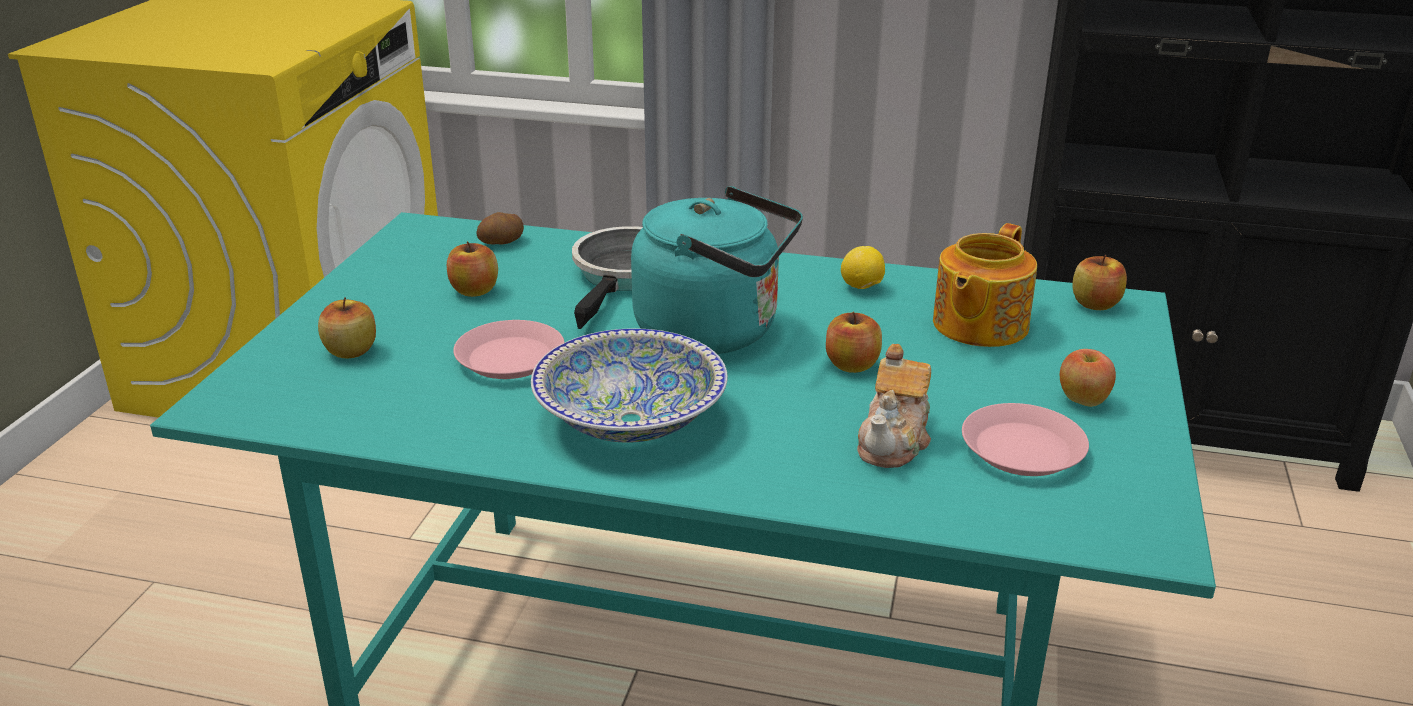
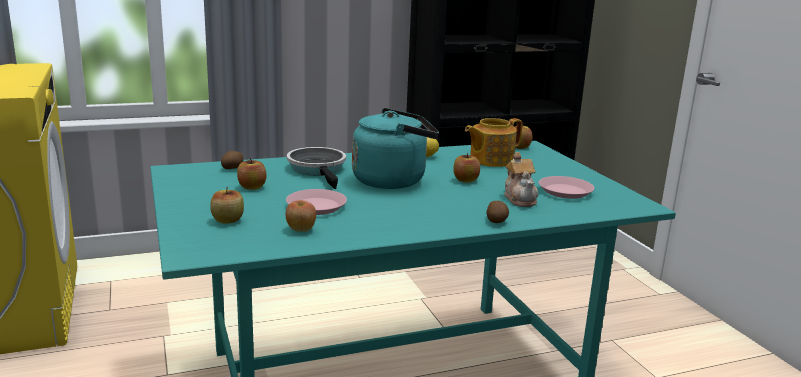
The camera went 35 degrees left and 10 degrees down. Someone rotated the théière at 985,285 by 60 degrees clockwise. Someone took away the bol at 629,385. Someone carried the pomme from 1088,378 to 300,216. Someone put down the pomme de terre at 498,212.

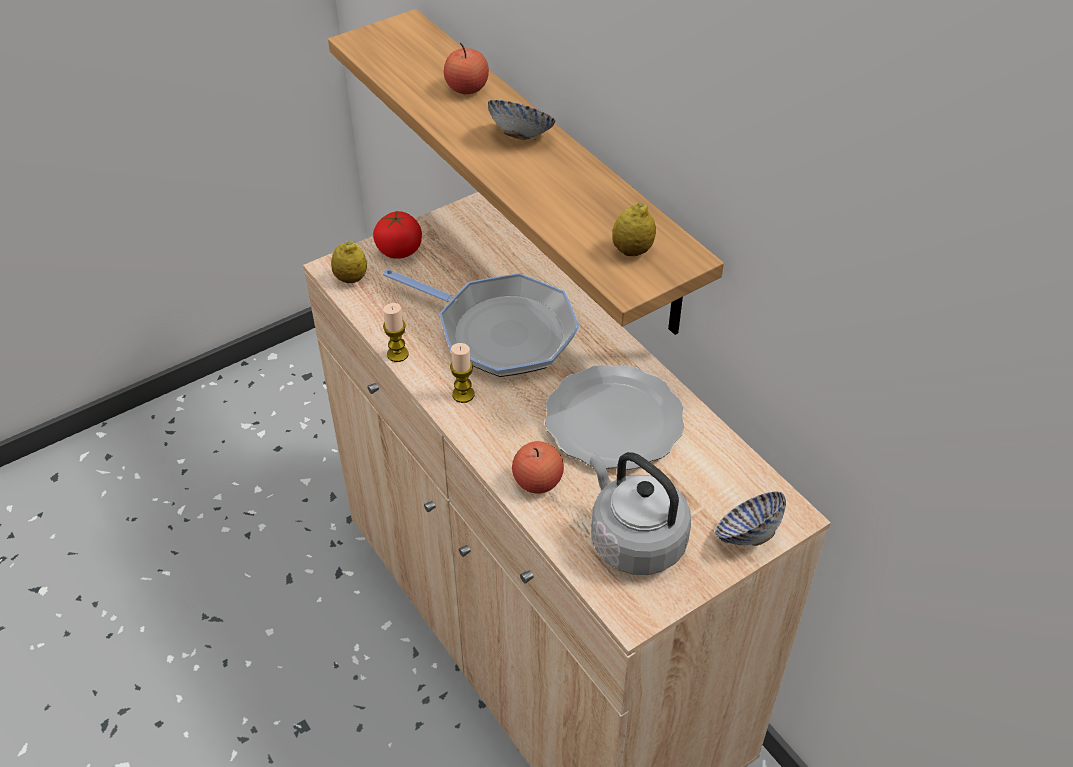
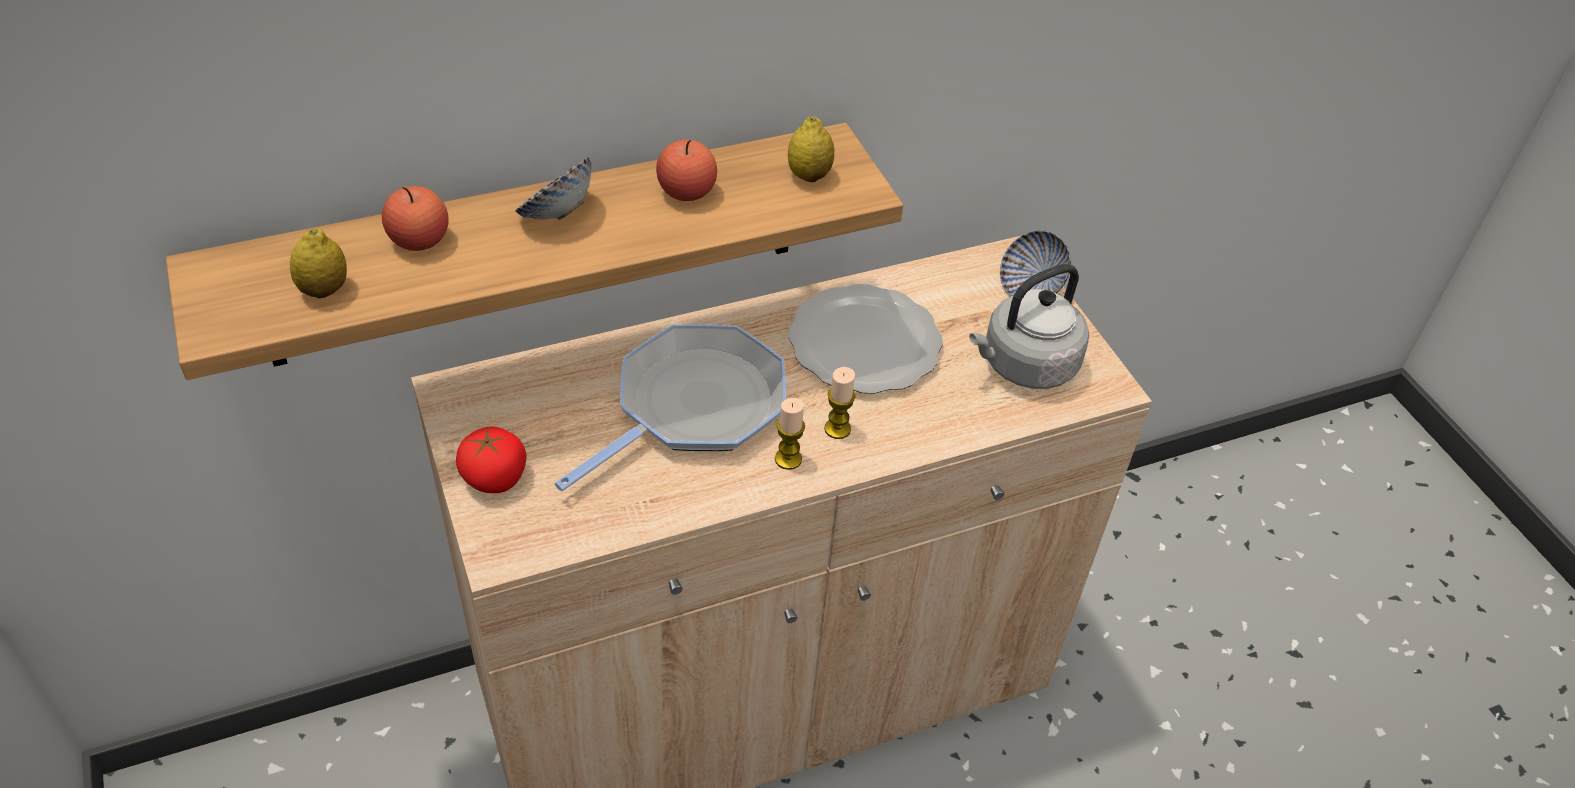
The camera went 80 degrees left and 0 degrees up. Someone carried the citron from 349,262 to 318,263. Someone carried the bougie from 396,332 to 839,403. Someone carried the pomme from 538,467 to 686,170.

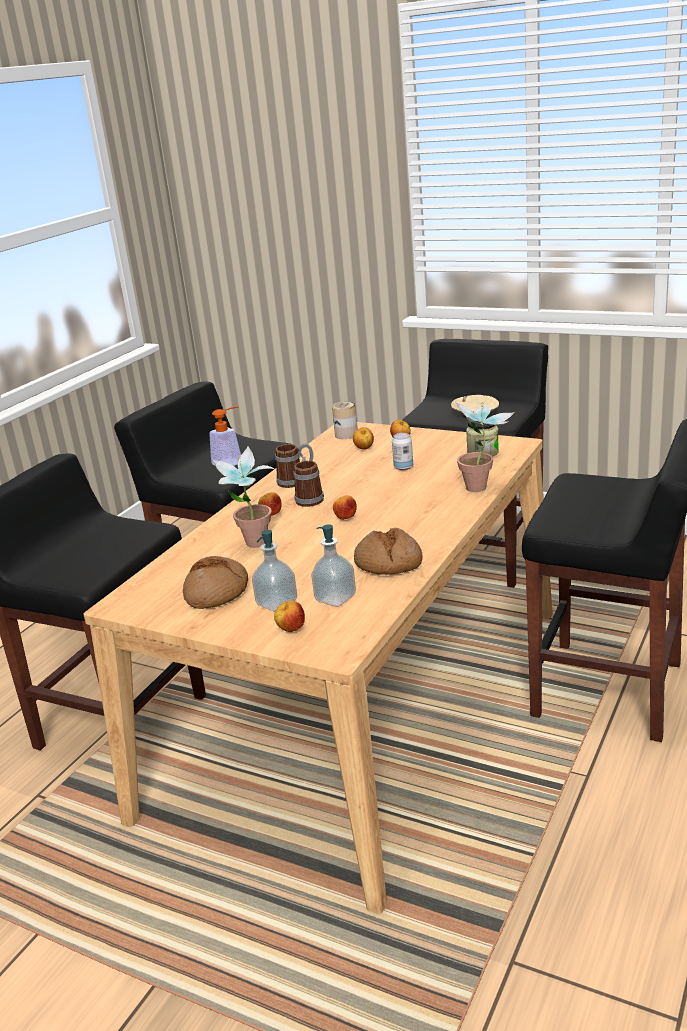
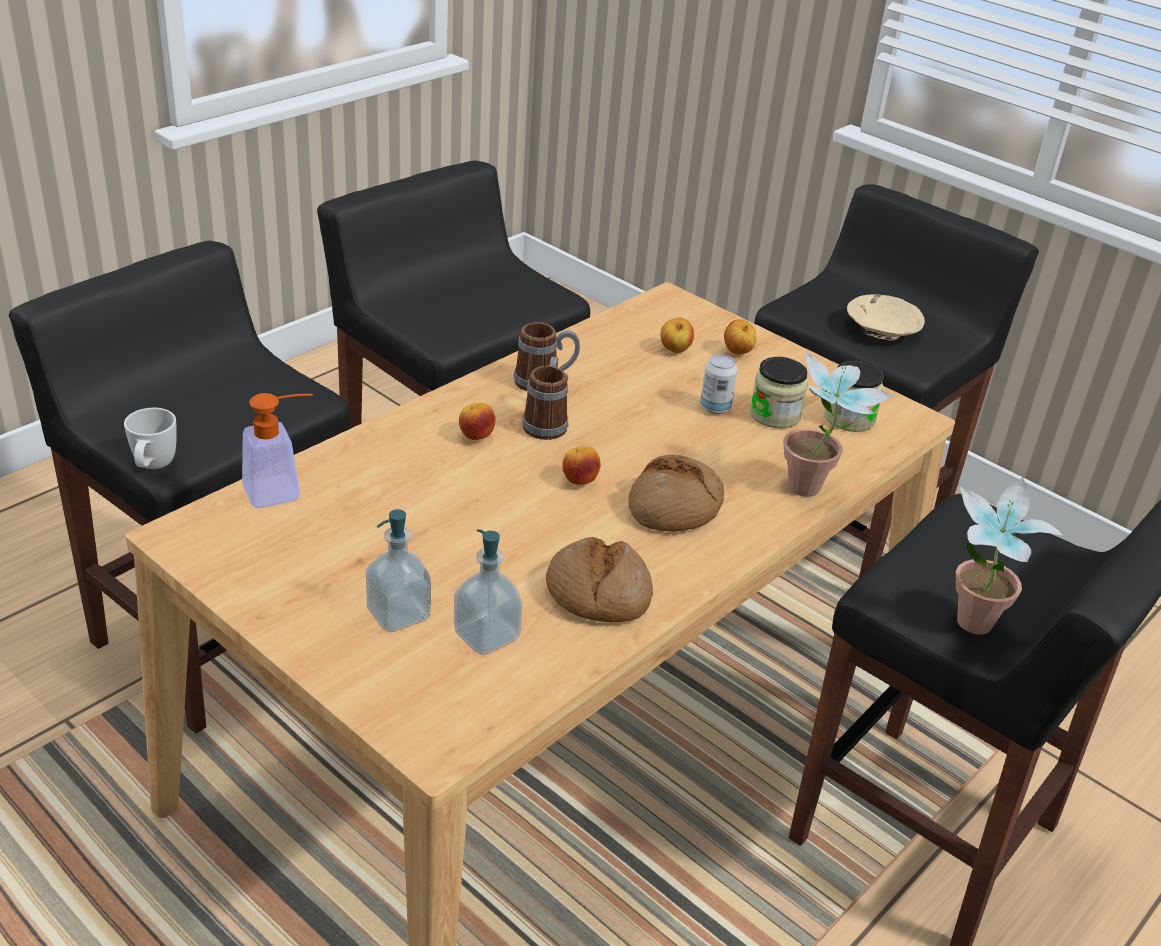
The camera went 10 degrees right and 10 degrees up. Someone took away the boîte métallique at 345,420. Someone carried the distributeur de savon from 225,436 to 277,450. Someone carried the plante en pot from 243,497 to 1009,555. Someone carried the pain from 215,582 to 676,493. Someone took away the pomme at 289,616. Someone put down the bocal at 779,392. Someone put down the mug [blanc] at 150,438.

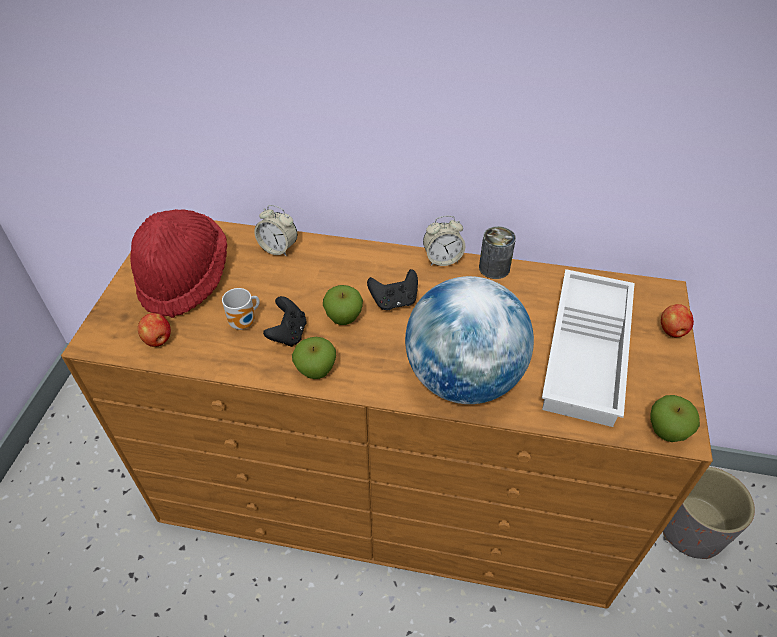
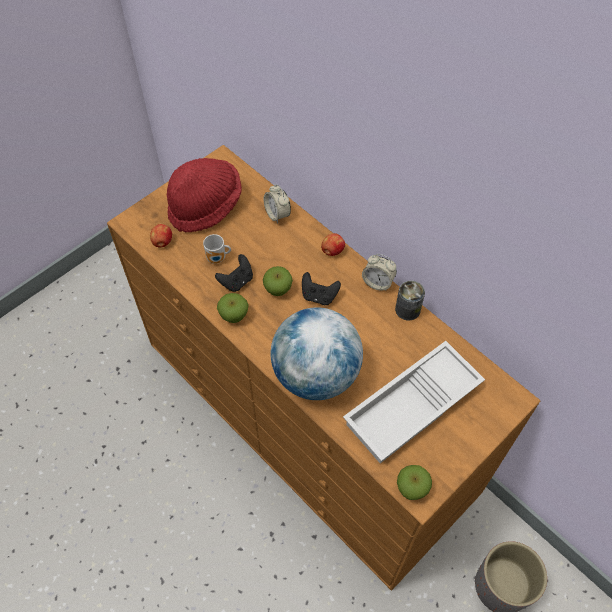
The camera went 35 degrees right and 10 degrees up. Someone carried the pomme from 677,320 to 333,244.

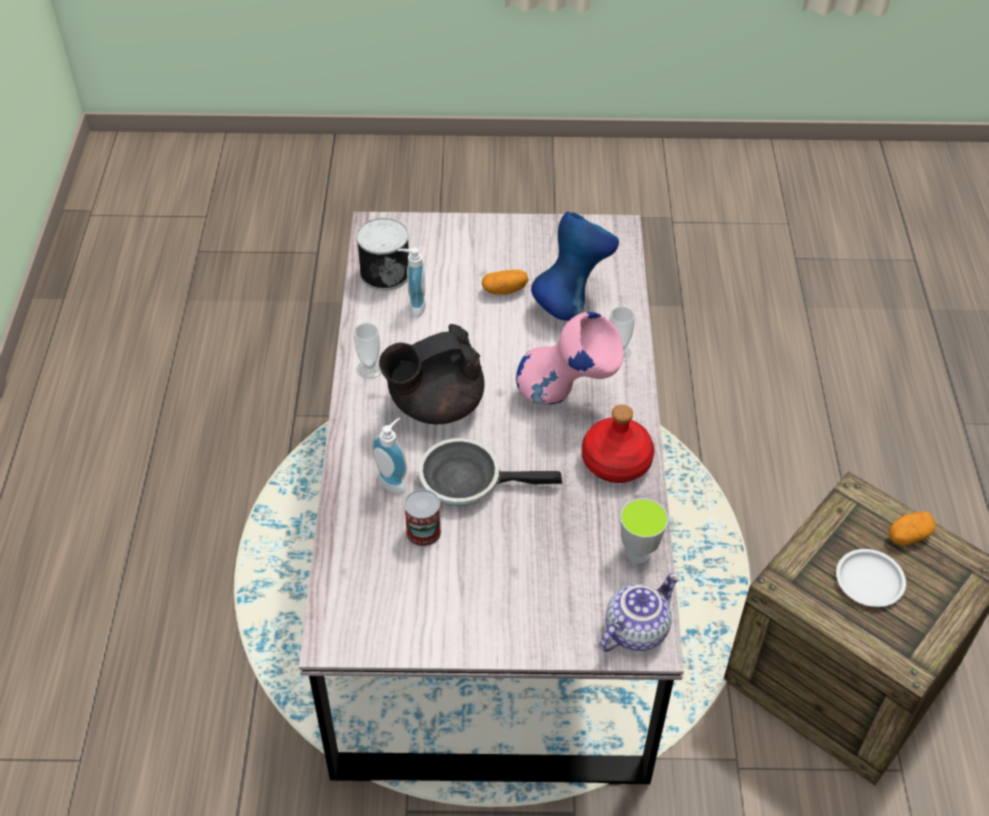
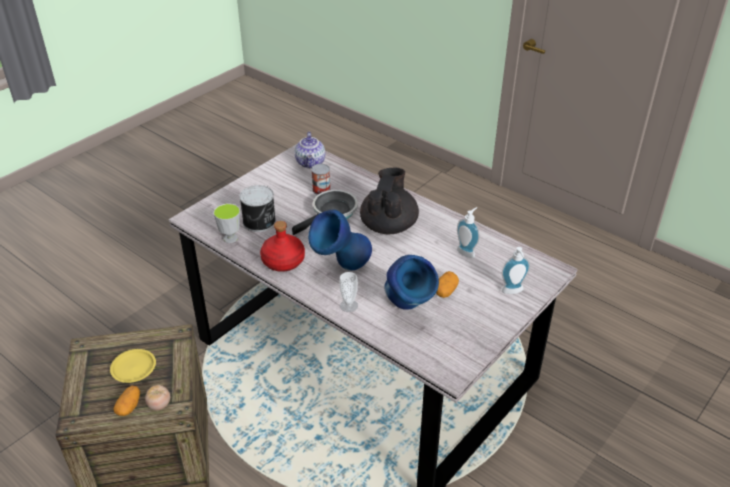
The camera went 130 degrees right and 10 degrees down. Someone carried the boîte métallique from 382,254 to 257,208. Someone repainted the vase [rose] at 570,358, which became the vase [bleu] at 340,240. Someone took away the tasse at 368,351. Someone carried the distributeur de savon from 389,456 to 516,270. Someone repainted the assiette [blanc] at 871,578, which became the assiette [jaune] at 133,366. Someone carried the théière from 639,612 to 310,150. Someone put down the tomate at 157,397.

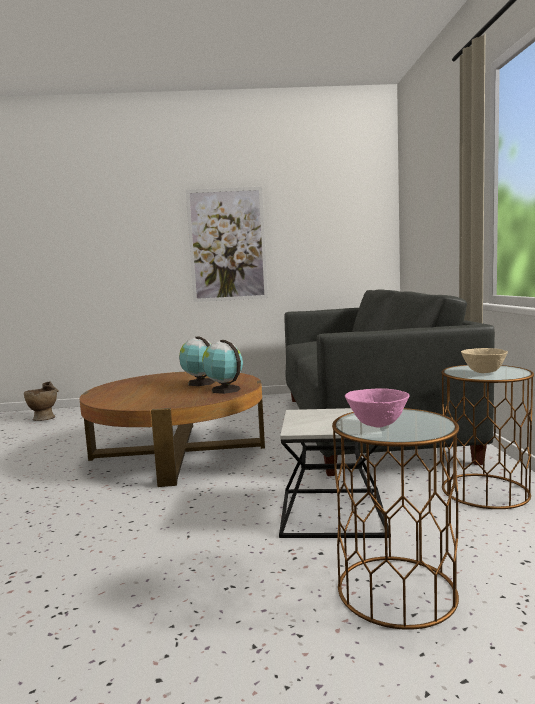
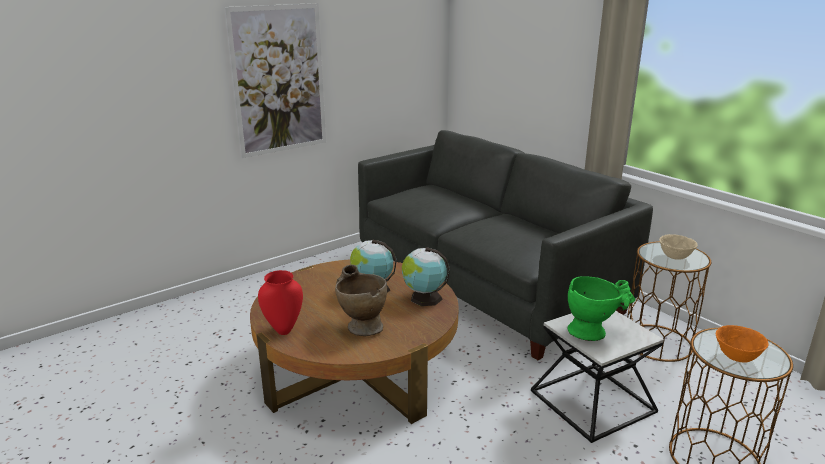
The camera went 35 degrees left and 15 degrees up. Someone carried the vase [beige] from 41,401 to 361,300. Someone repainted the bol [rose] at 377,407, which became the bol [orange] at 742,344. Someone put down the vase [rouge] at 280,302. Someone put down the vase [vert] at 601,308.

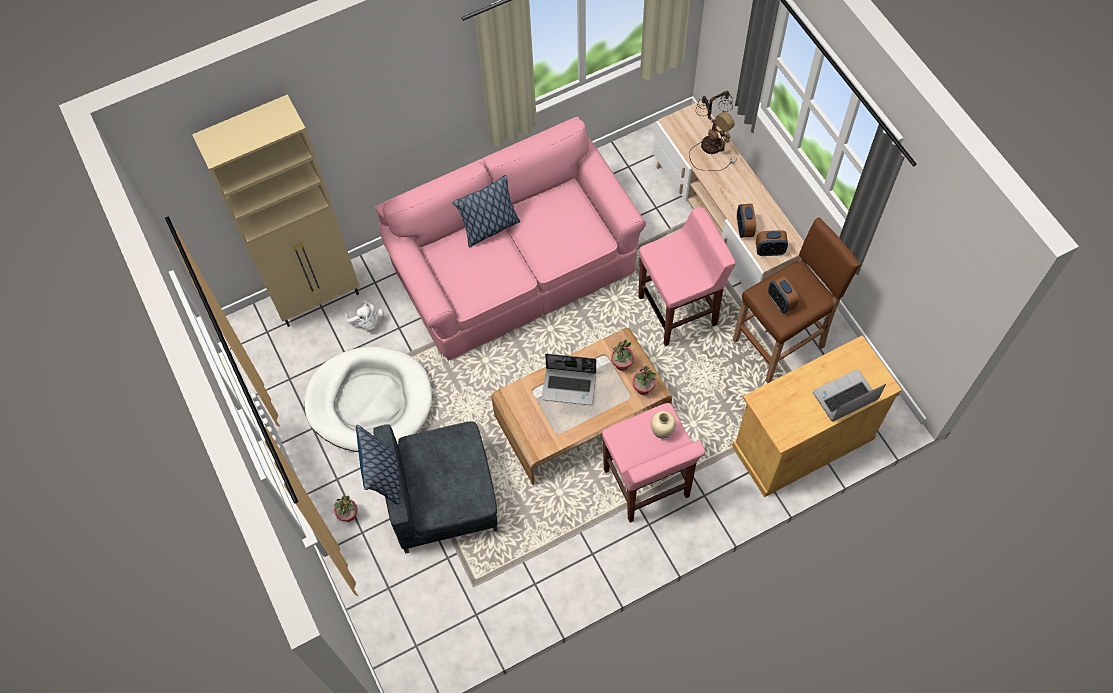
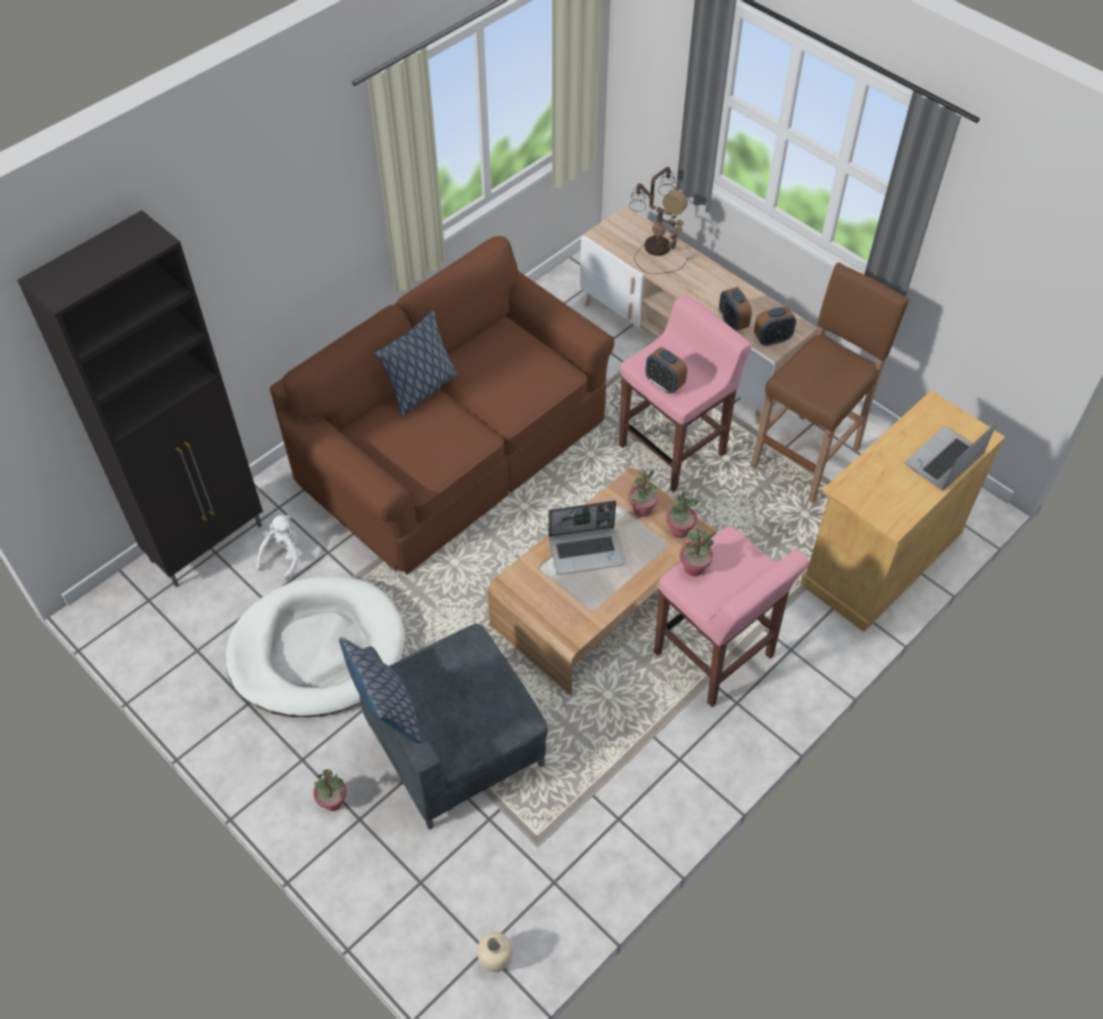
The camera went 20 degrees left and 10 degrees down. Someone repainted the meuble de rangement [beige] at 276,210, which became the meuble de rangement [noir] at 140,399. Someone repainted the canapé [rose] at 511,239, which became the canapé [marron] at 442,405. Someone carried the réveil from 783,294 to 666,370. Someone rotated the peluche [blanc] at 364,316 by 105 degrees counterclockwise. Someone carried the vase [beige] from 663,424 to 495,952. Someone put down the plante en pot at 697,552.

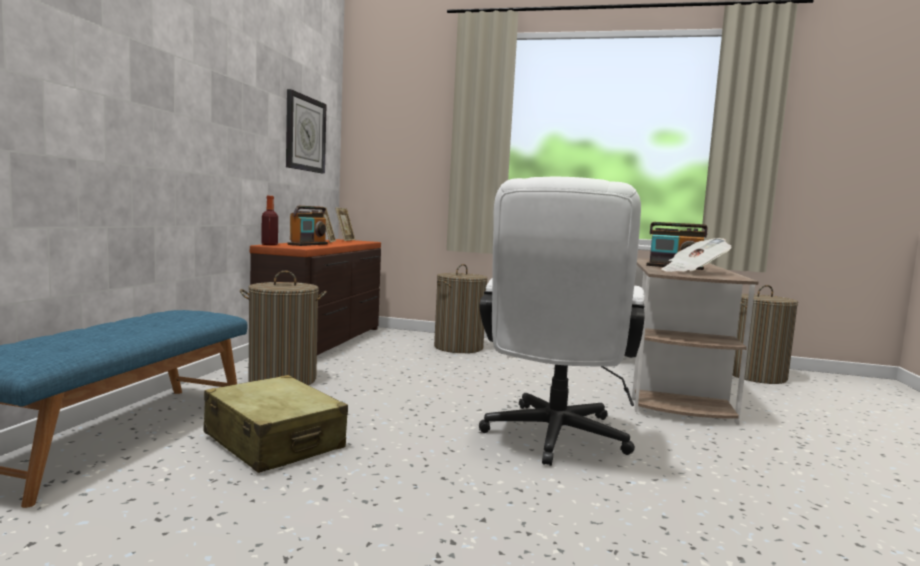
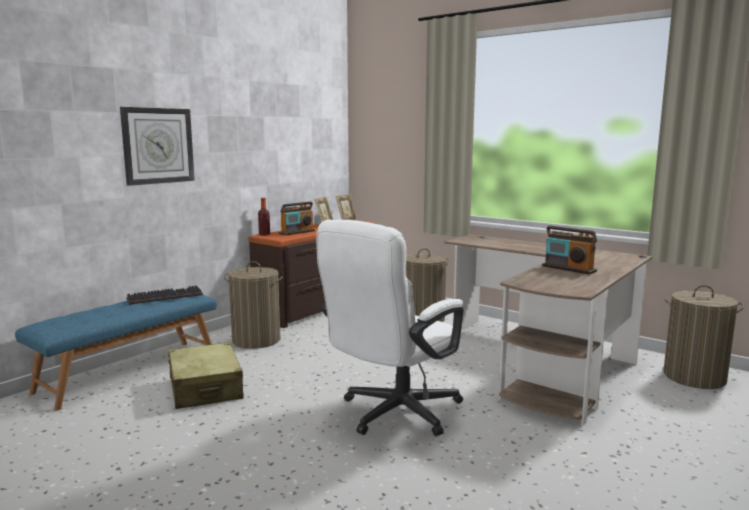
The camera went 25 degrees right and 5 degrees up. Someone carried the horloge murale from 306,131 to 157,146. Someone took away the journal at 696,255. Someone put down the clavier at 164,295.

